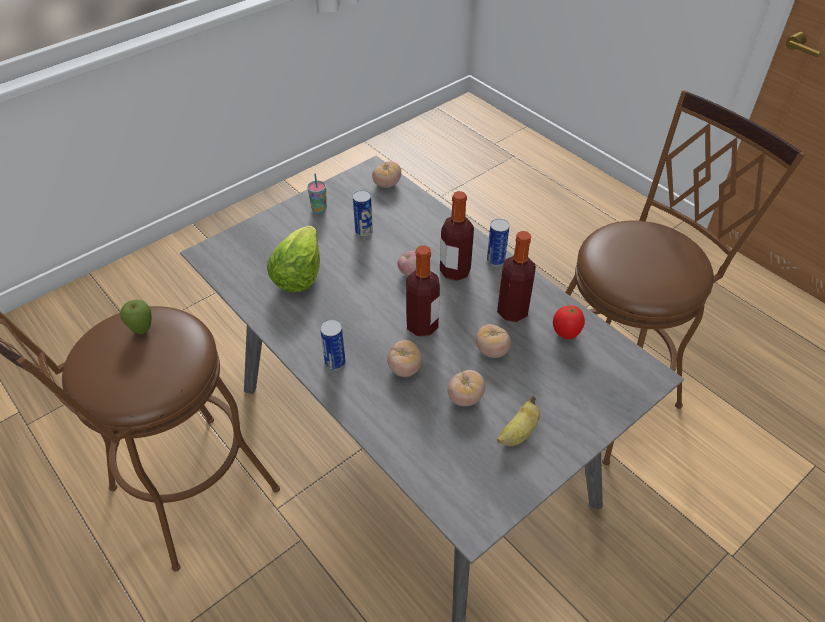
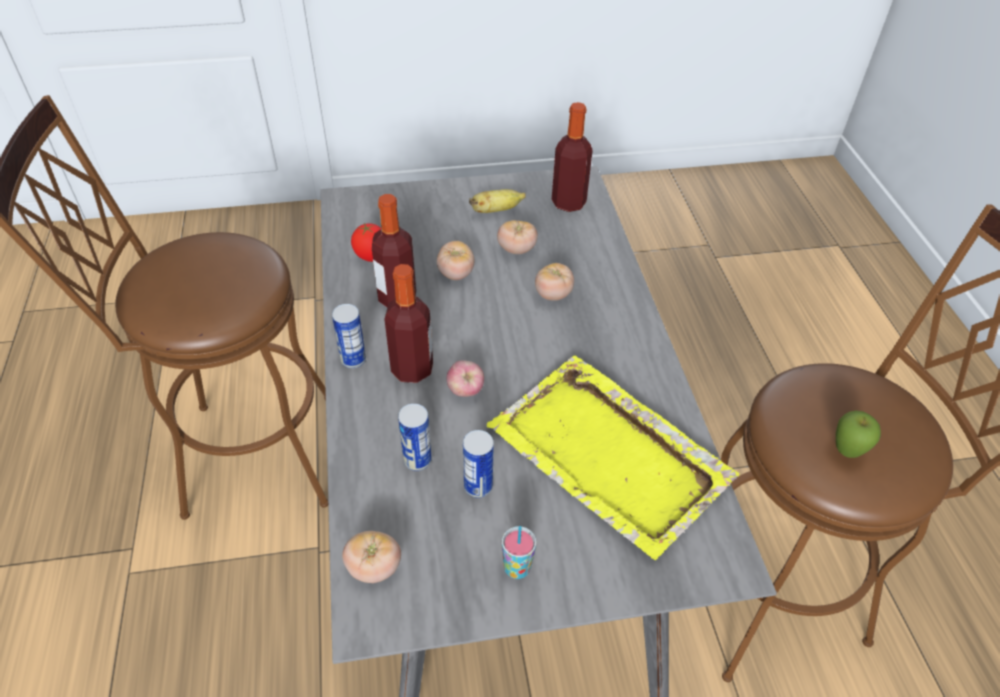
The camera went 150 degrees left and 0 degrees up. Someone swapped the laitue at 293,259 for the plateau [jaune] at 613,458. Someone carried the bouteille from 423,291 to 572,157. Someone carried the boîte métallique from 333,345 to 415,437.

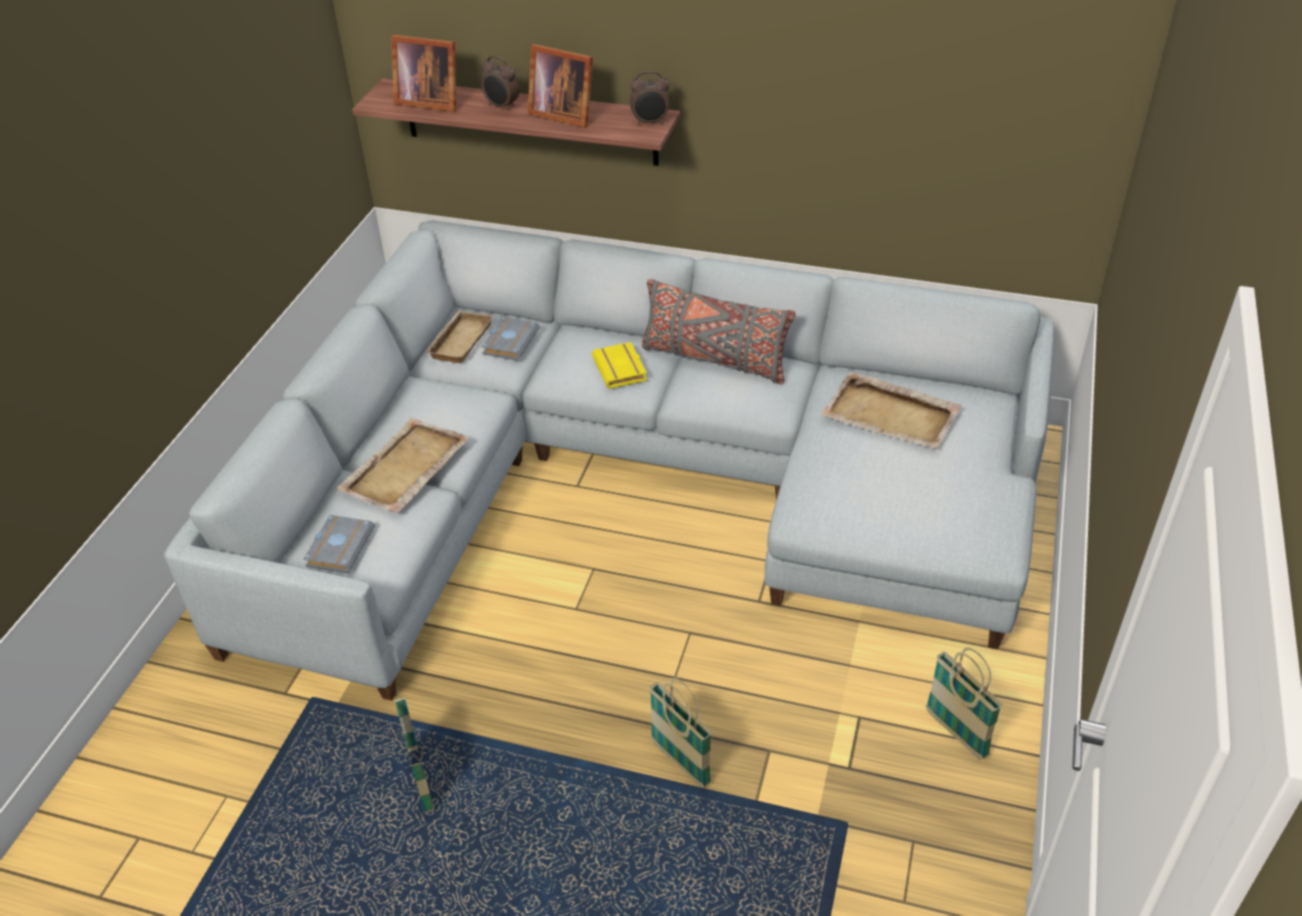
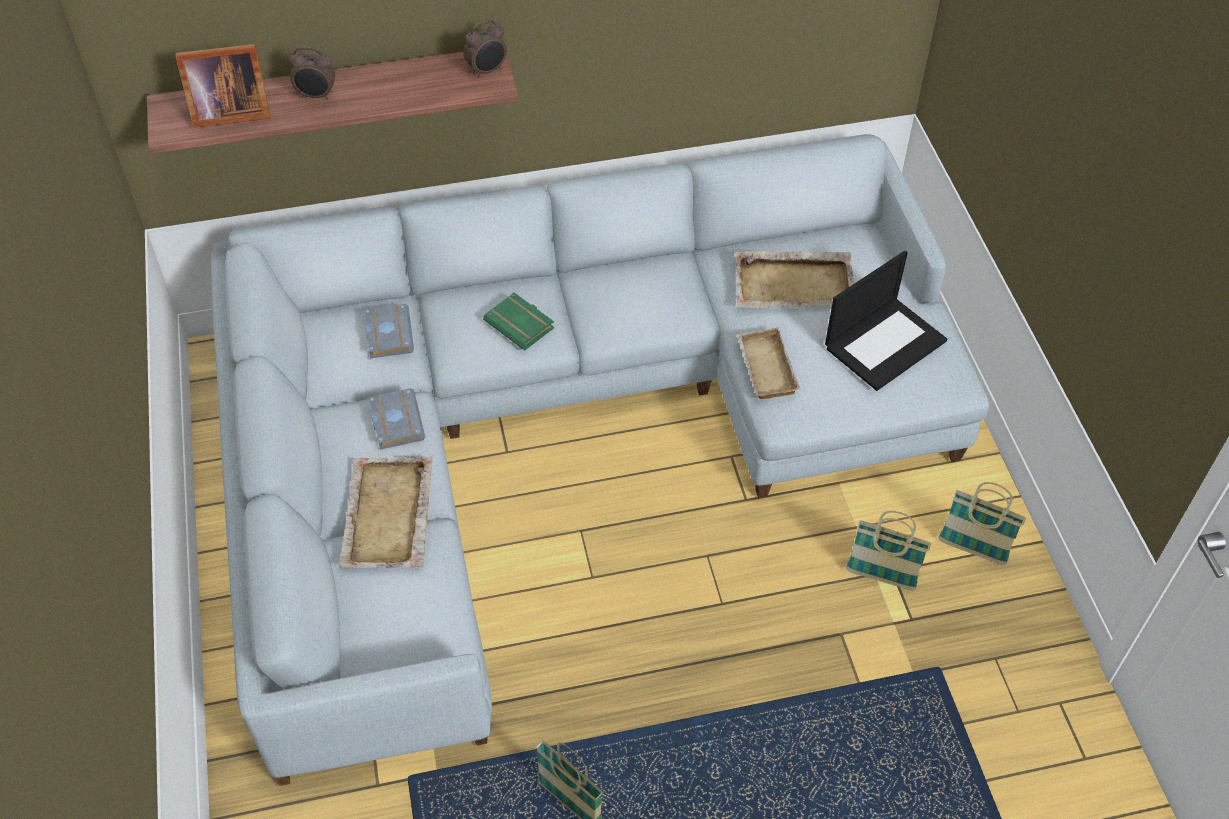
The camera went 30 degrees left and 10 degrees up. Someone took away the cadre photo at 560,86. Someone took away the coussin [gris] at 718,332. Someone carried the plateau [beige] from 459,336 to 768,363. Someone repainted the livre [jaune] at 619,365, which became the livre [vert] at 518,322. Someone carried the livre [gris] from 339,544 to 397,419. Someone carried the panier from 681,732 to 888,550. Someone put down the ordinateur portable at 886,321.

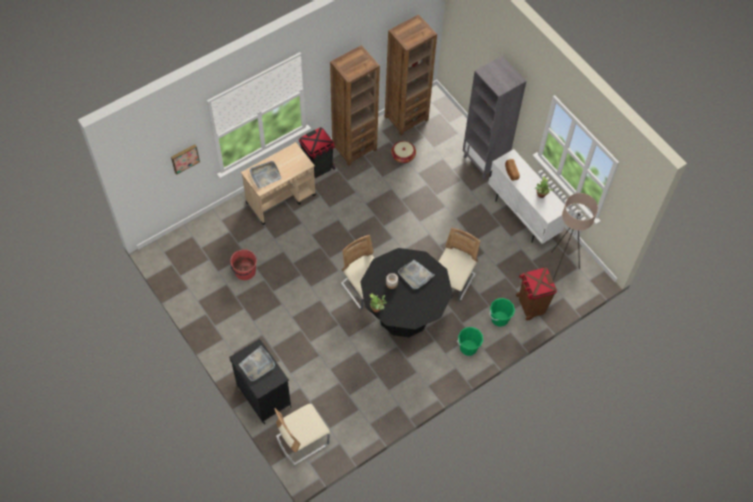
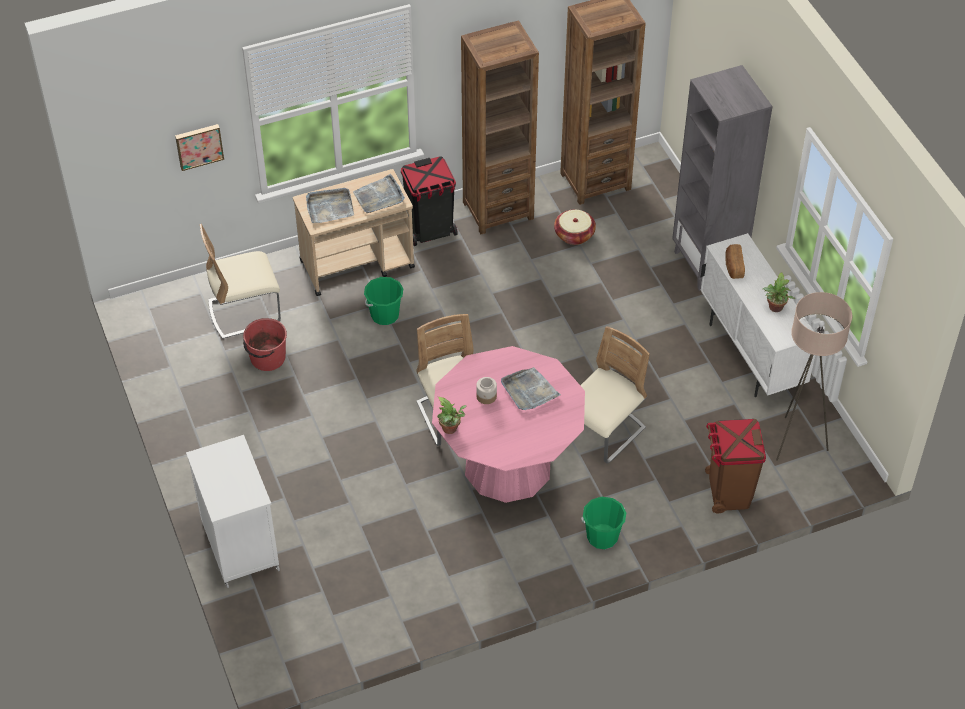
The camera went 15 degrees right and 10 degrees down. Someone repainted the table à manger [noir] at 406,292, which became the table à manger [rose] at 508,424. Someone carried the seau [vert] from 502,312 to 384,301. Someone repainted the meuble de rangement [noir] at 260,381, which became the meuble de rangement [blanc] at 233,511. Someone carried the plateau [gris] from 257,363 to 379,193. Someone carried the chaise [beige] from 302,434 to 240,281.

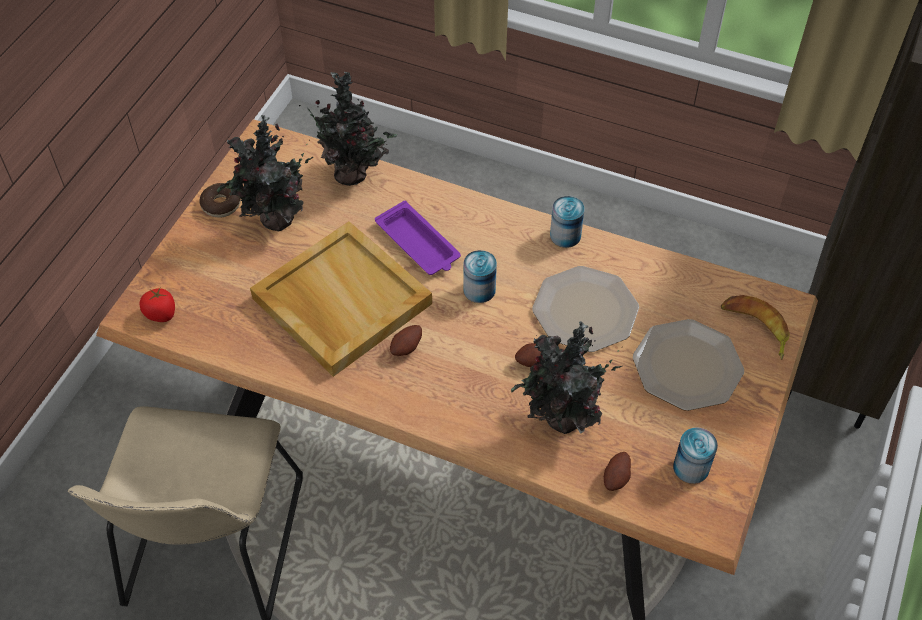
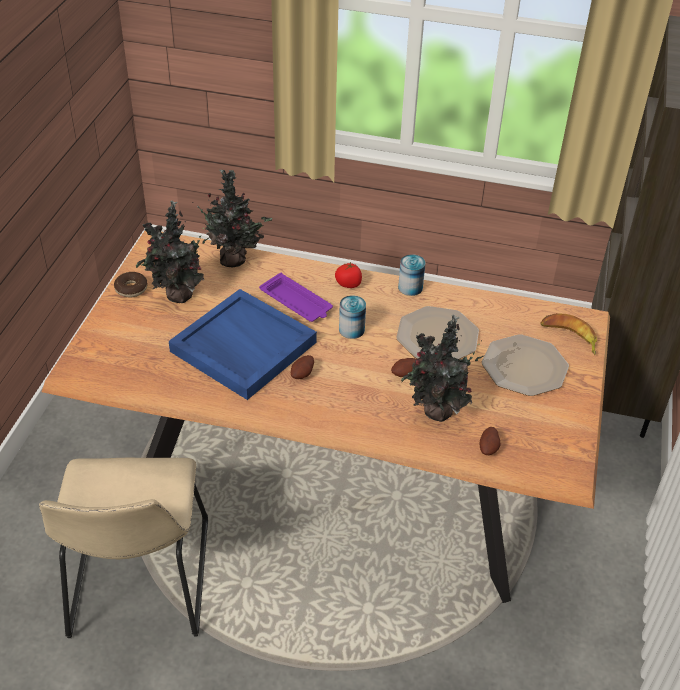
The camera went 10 degrees left and 10 degrees down. Someone repainted the plateau [beige] at 341,299, which became the plateau [bleu] at 243,344. Someone carried the tomate from 157,305 to 348,275. Someone took away the boîte métallique at 695,455.

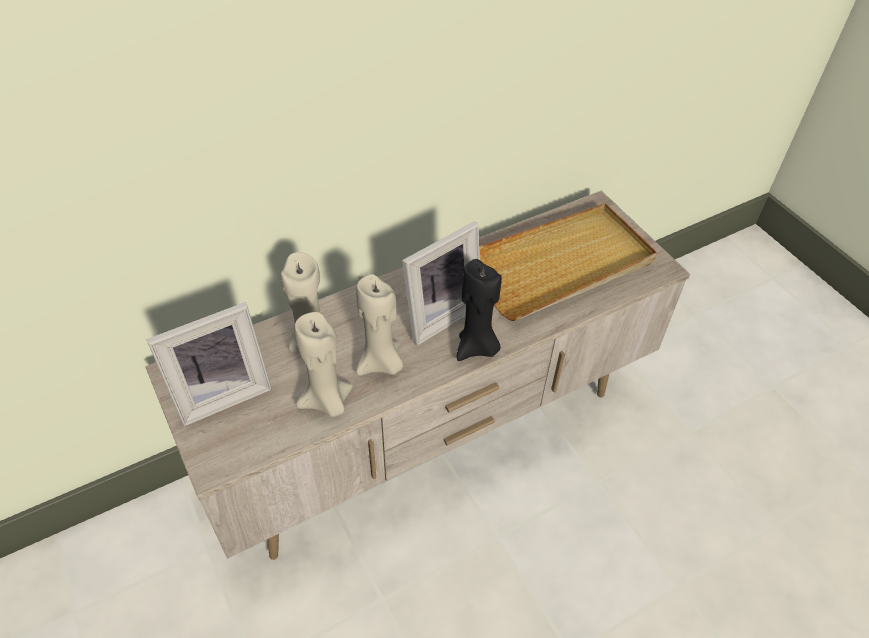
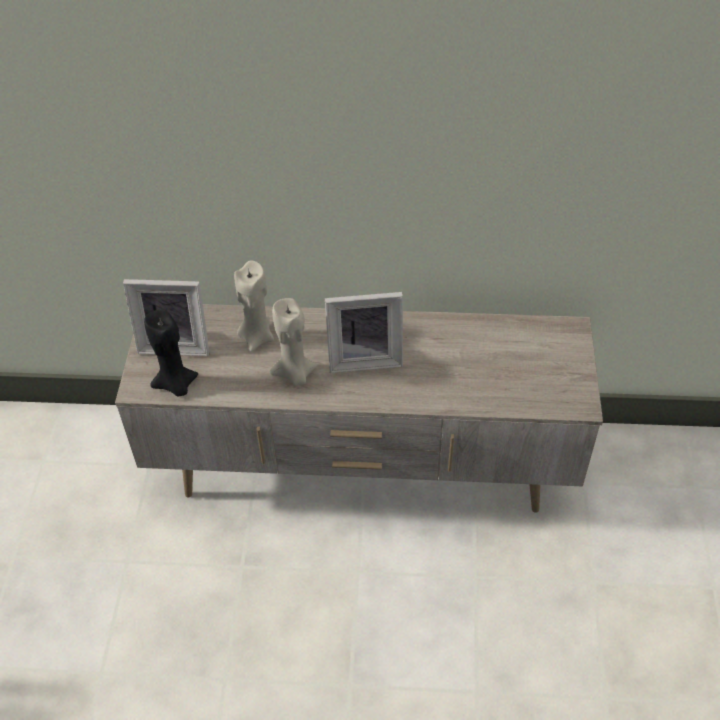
The camera went 35 degrees right and 0 degrees up. Someone took away the plateau [beige] at 568,262. Someone carried the bougie [noir] from 479,310 to 171,353. Someone took away the bougie [beige] at 323,364.

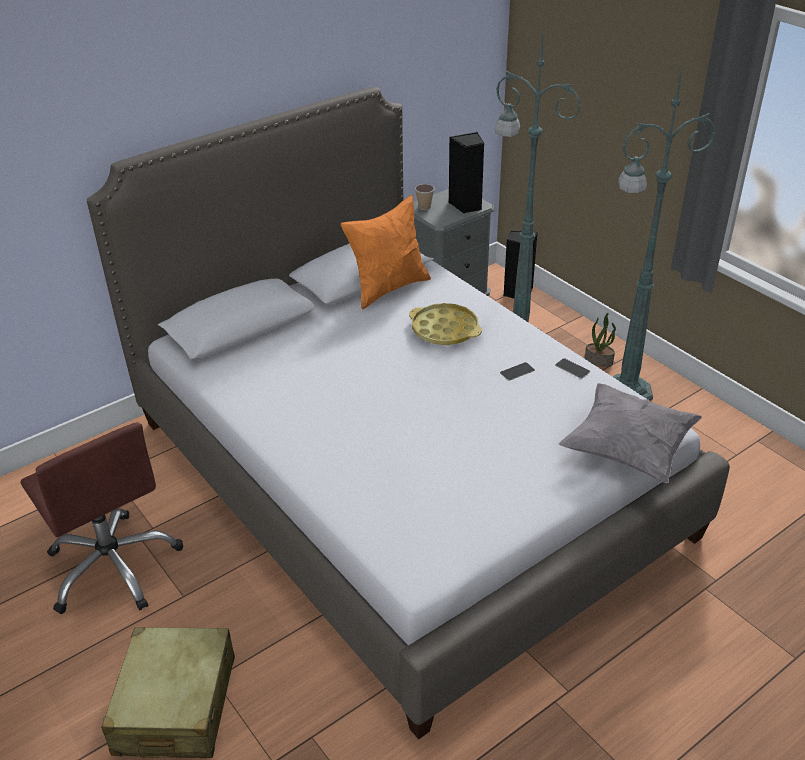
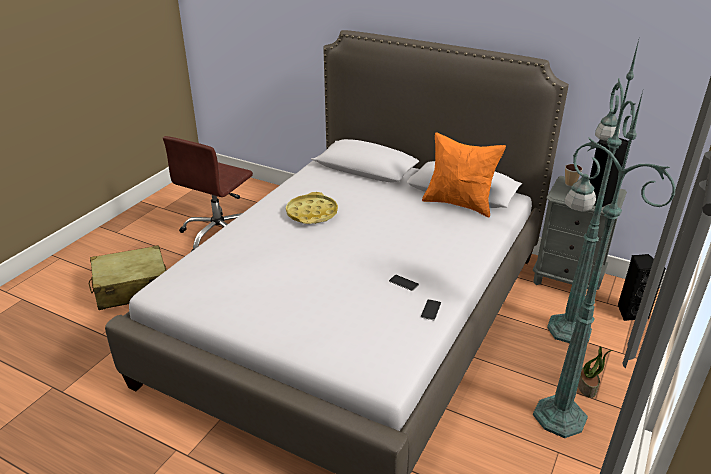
The camera went 65 degrees right and 5 degrees down. Someone carried the plateau [jaune] from 445,324 to 312,208. Someone took away the coussin [gris] at 630,433.

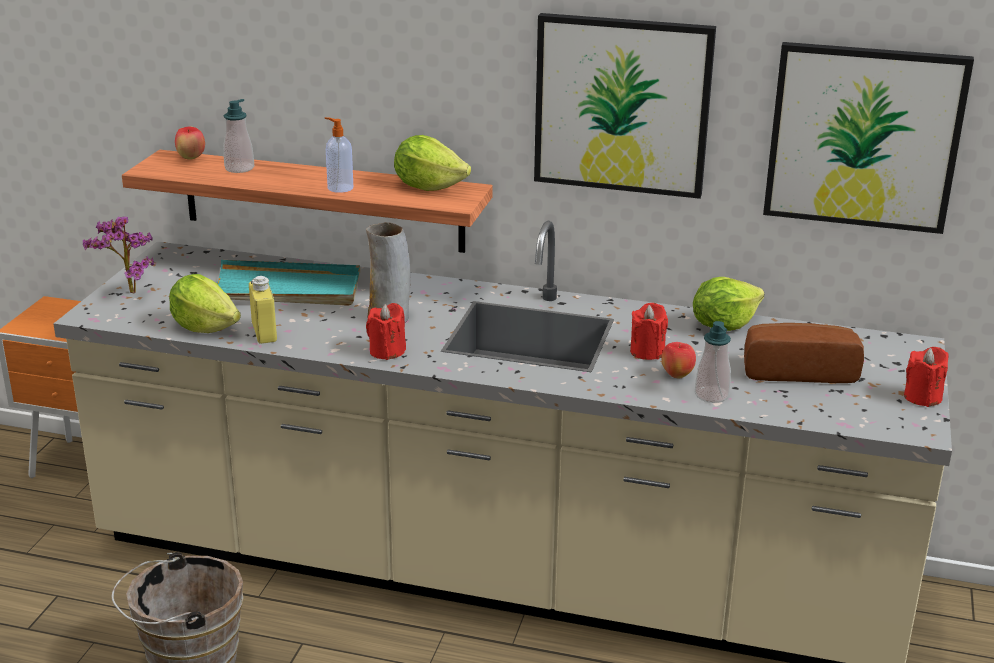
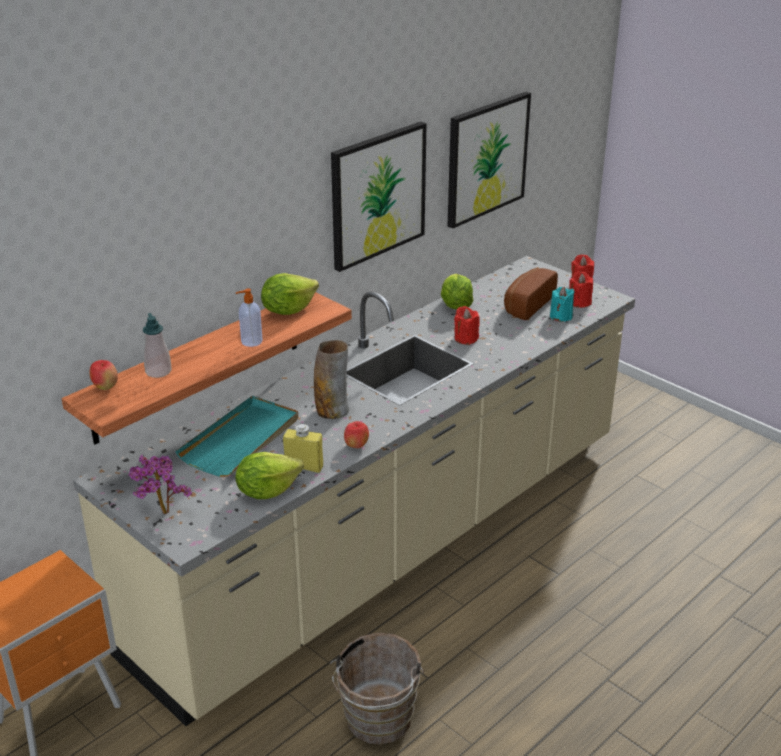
The camera went 60 degrees left and 5 degrees up. Someone carried the bougie [rouge] from 386,331 to 581,289. Someone took away the distributeur de savon at 713,362. Someone carried the pomme from 678,360 to 356,434. Someone put down the bougie [turquoise] at 562,304.

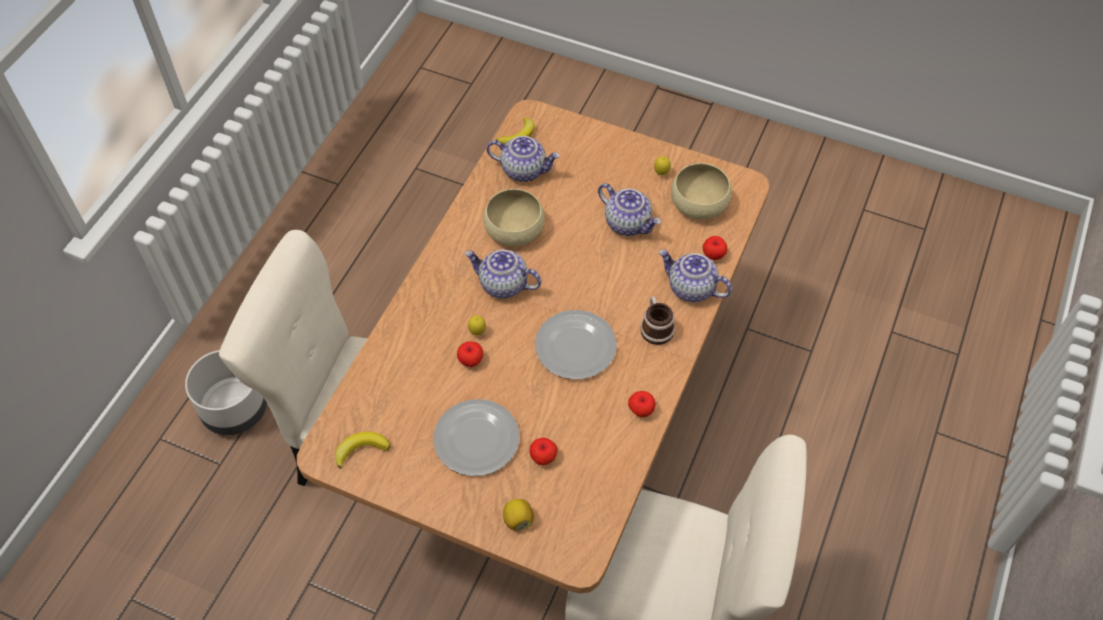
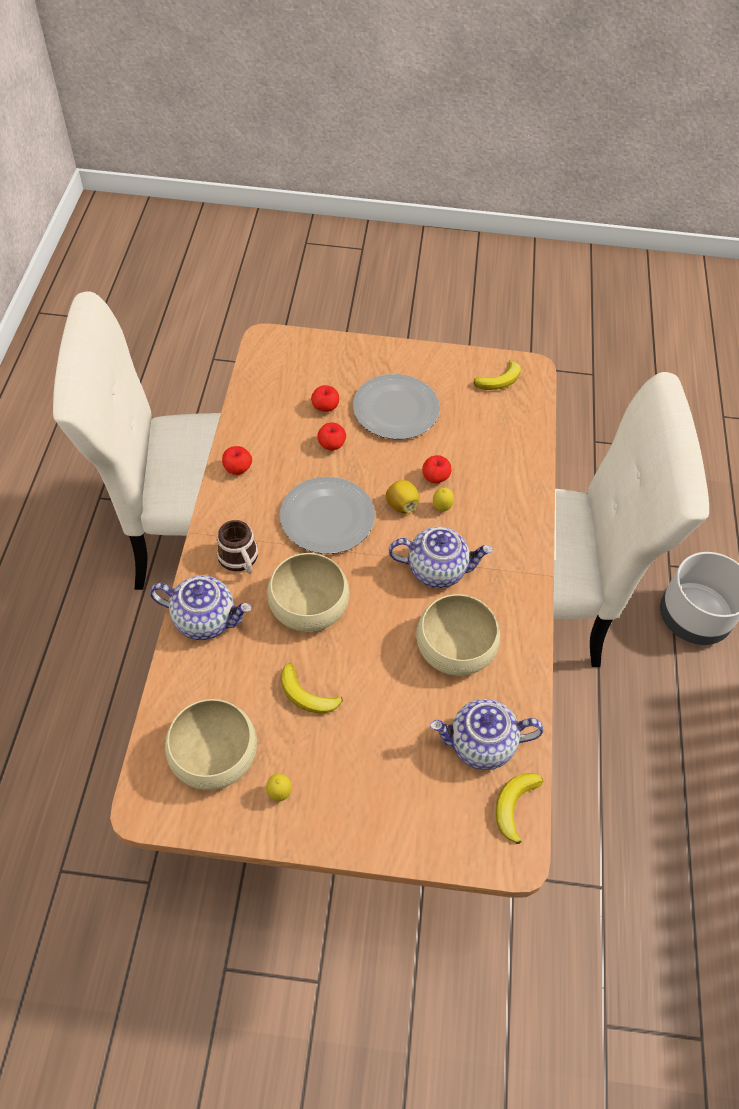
The camera went 160 degrees right and 0 degrees up. Someone swapped the théière at 629,209 for the banane at 312,688. Someone carried the pomme from 715,248 to 331,436. Someone carried the citron from 518,515 to 402,497. Someone put down the bol [beige] at 308,592.

